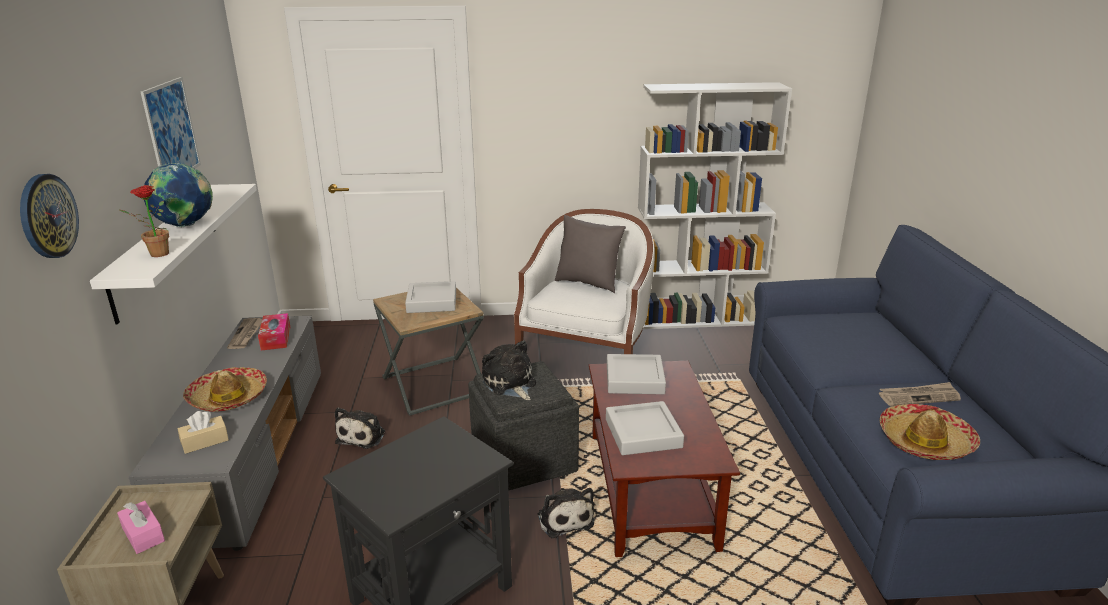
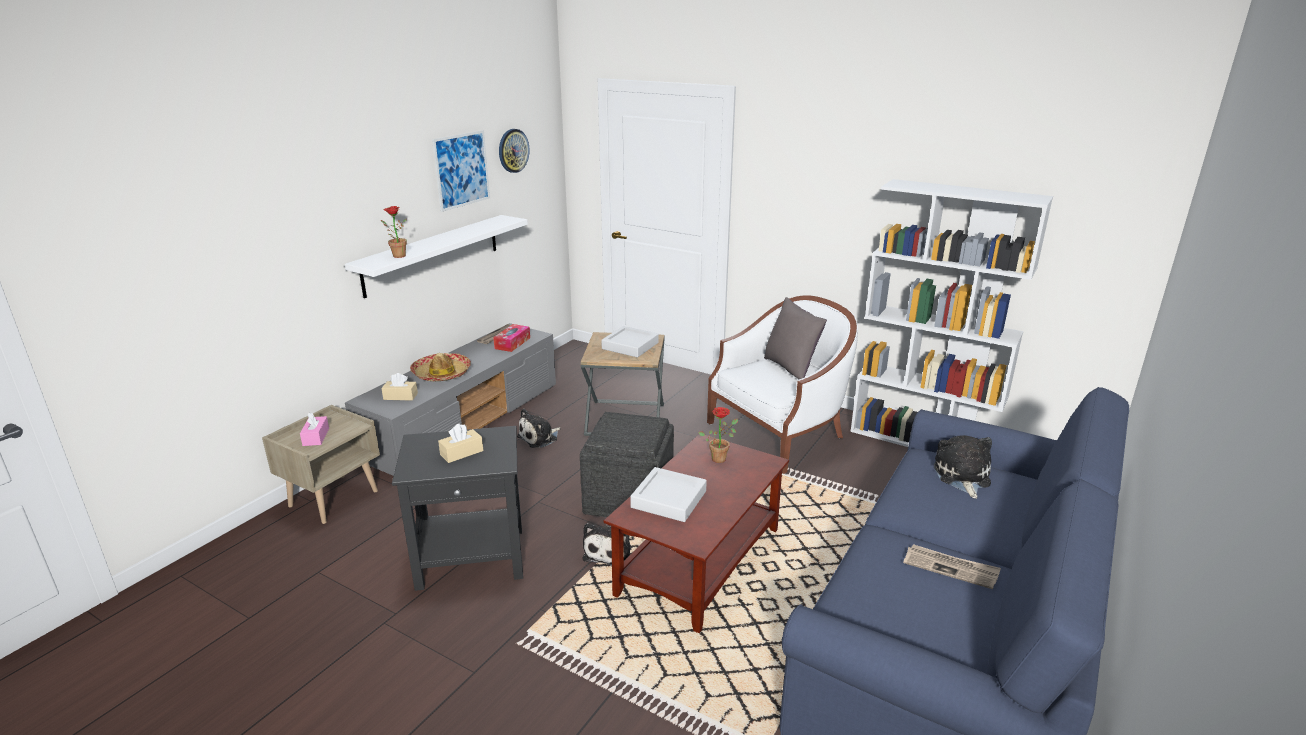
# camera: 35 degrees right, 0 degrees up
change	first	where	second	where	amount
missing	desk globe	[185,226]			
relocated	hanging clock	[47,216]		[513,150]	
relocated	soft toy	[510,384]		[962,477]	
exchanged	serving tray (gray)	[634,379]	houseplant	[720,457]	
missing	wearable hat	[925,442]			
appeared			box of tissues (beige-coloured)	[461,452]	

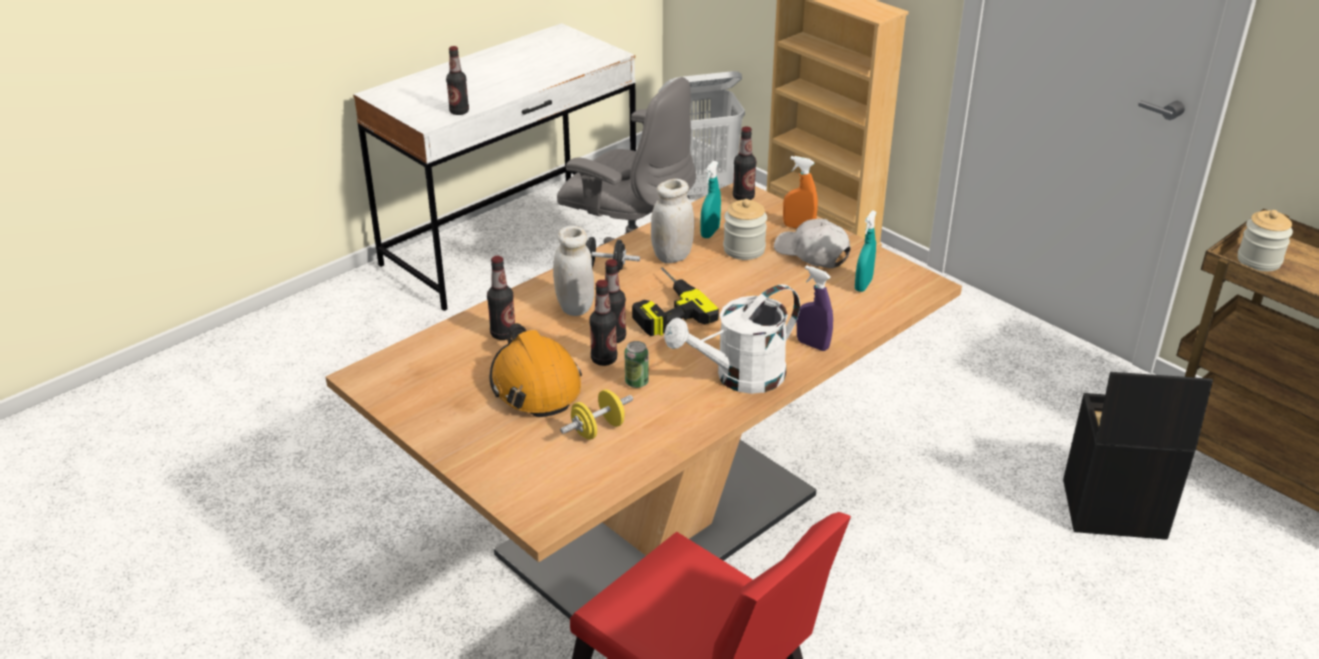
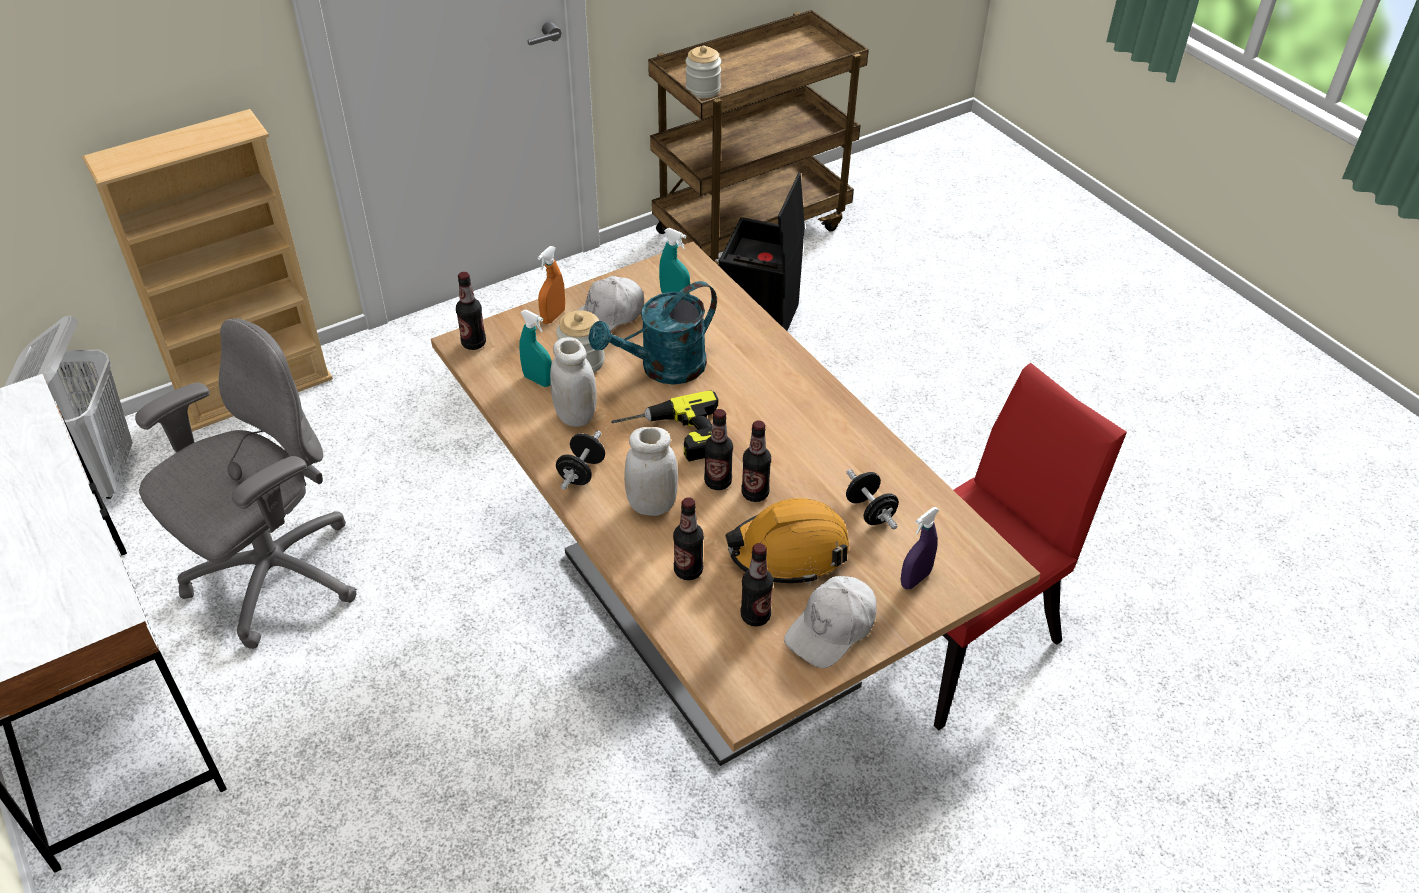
# camera: 80 degrees left, 10 degrees up
change	first	where	second	where	amount
relocated	bottle	[459,111]		[755,616]	
relocated	spray bottle (purple)	[812,345]		[915,579]	
missing	watering can (white-coloured)	[739,378]			
missing	metal can	[636,382]			
colour	free weight (yellowish)	[598,429]	free weight (black-coloured)	[870,511]	
appeared			watering can (blue-green)	[663,369]	
appeared			peaked cap (white-coloured)	[832,629]	

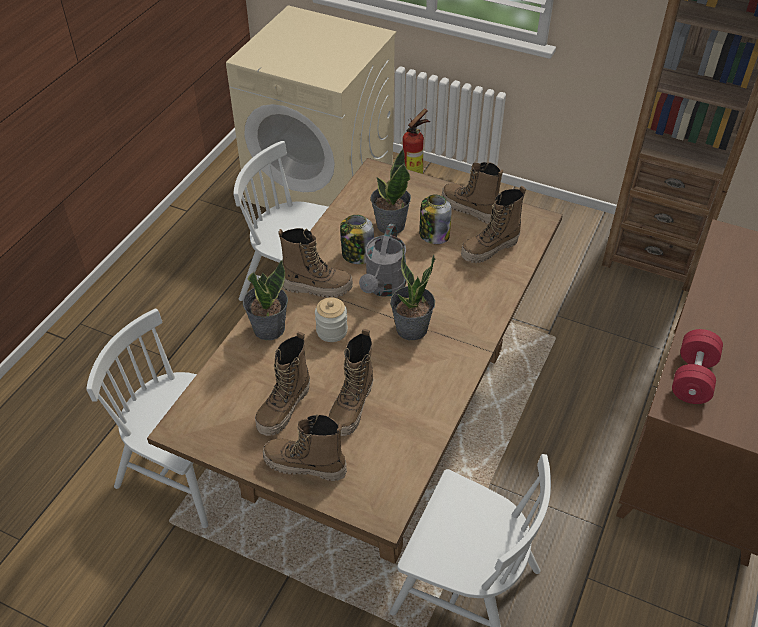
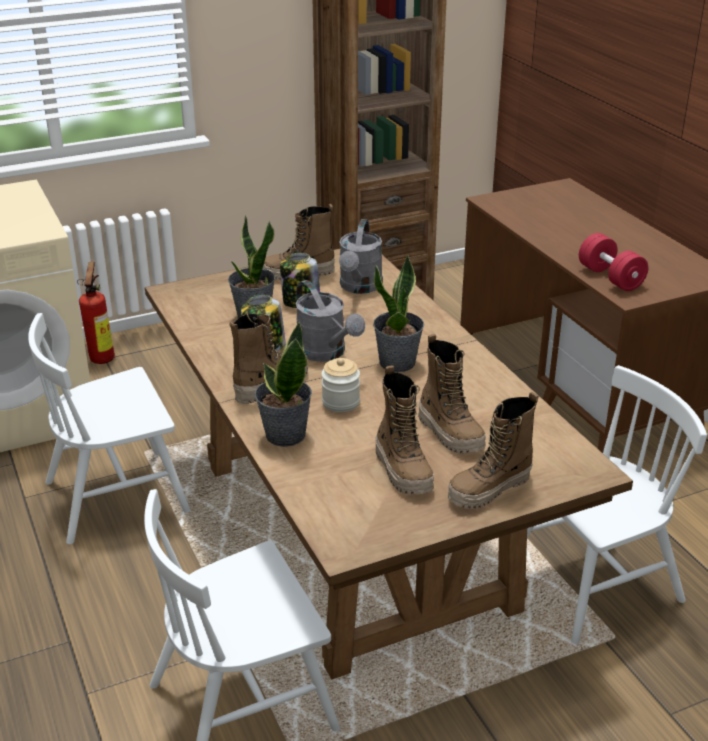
# camera: 50 degrees left, 15 degrees down
change	first	where	second	where	amount
exchanged	tall boot	[490,249]	watering can (gray)	[359,287]	

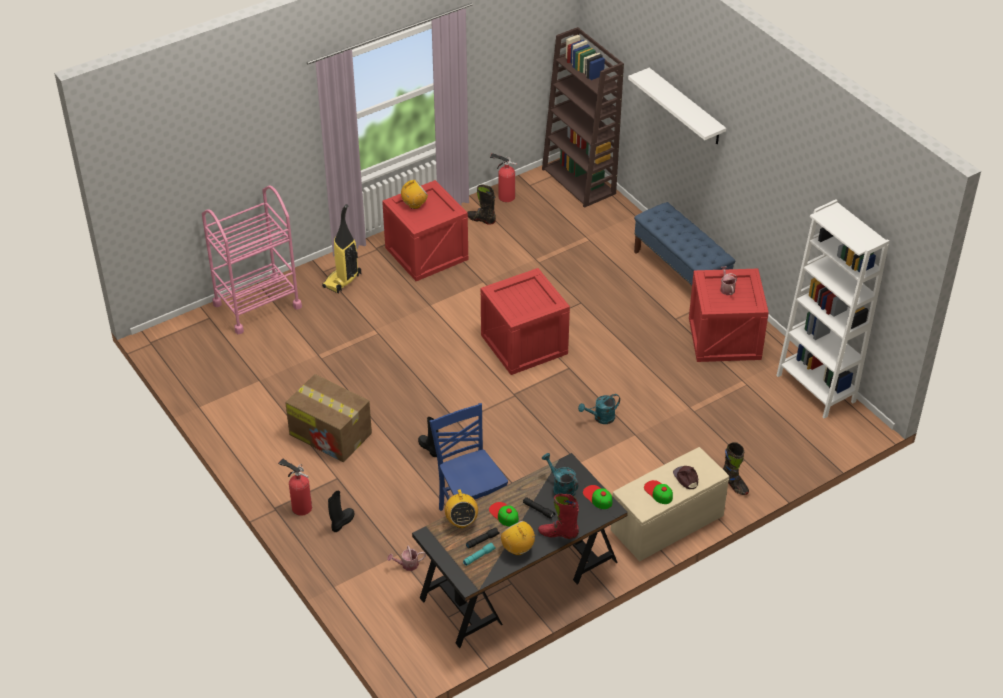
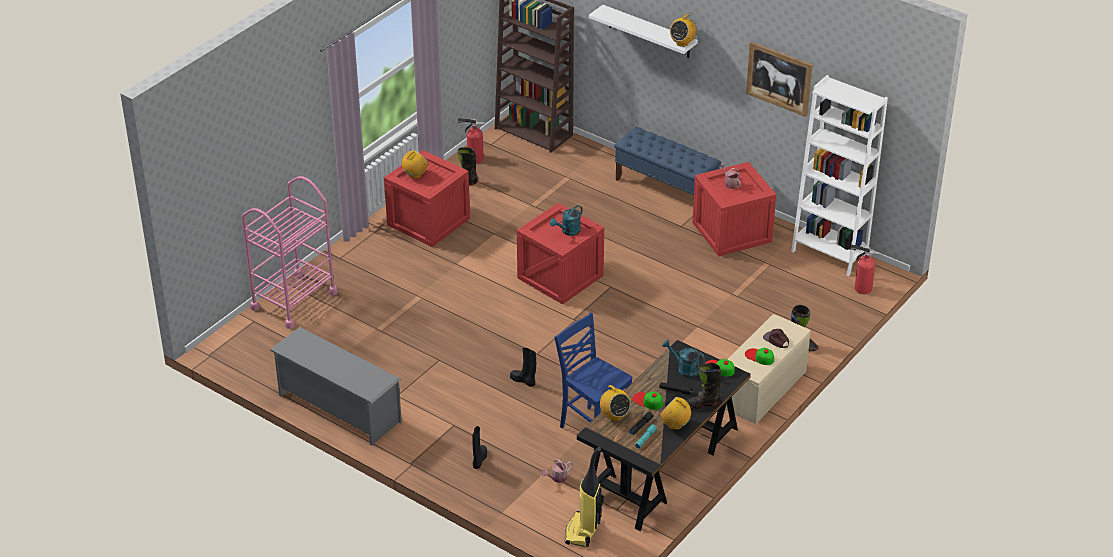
# camera: 20 degrees left, 5 degrees down
change	first	where	second	where	amount
relocated	vacuum	[342,281]		[583,531]	
missing	cardboard box	[331,434]			
relocated	watering can (blue-green)	[601,418]		[568,231]	
relocated	fire-fighting cylinder	[300,506]		[861,288]	
colour	tall boot (red)	[558,533]	tall boot (black-coloured)	[702,404]	
appeared			radio set	[682,43]	
appeared			picture	[779,78]	
appeared			shoe stand (gray)	[338,408]	

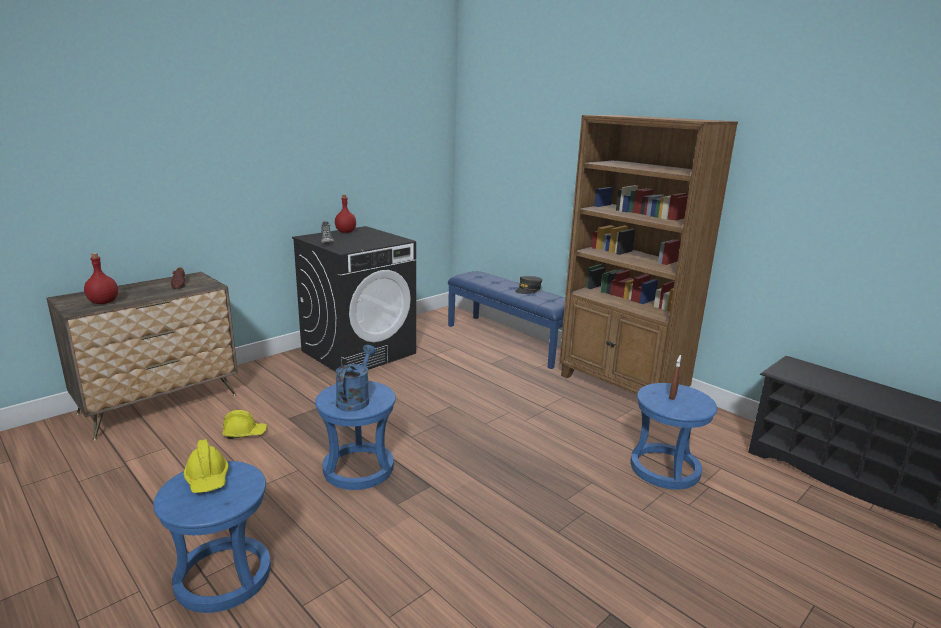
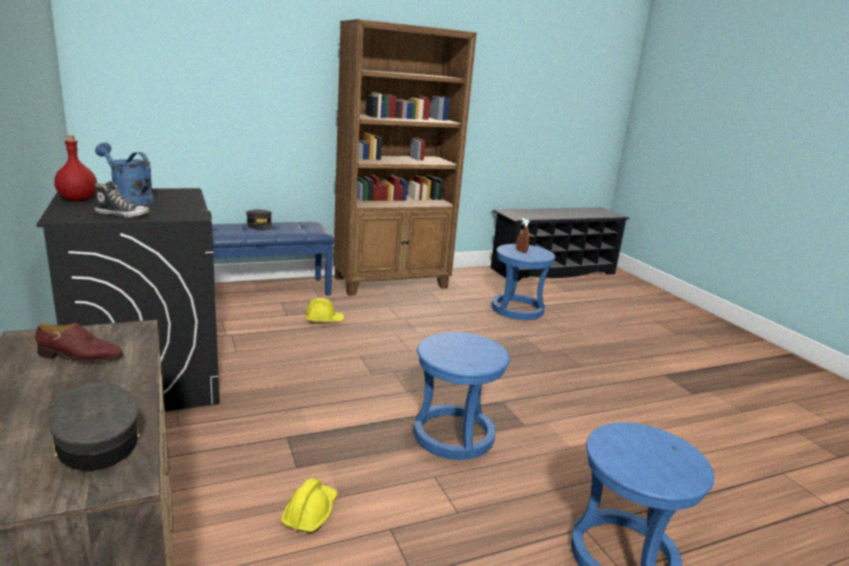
# camera: 70 degrees left, 0 degrees up
change	first	where	second	where	amount
exchanged	bottle (red)	[103,302]	peaked cap (gray)	[96,442]	
relocated	watering can (blue-coloured)	[355,399]		[128,199]	
relocated	safety helmet (yellowish)	[207,478]		[324,320]	

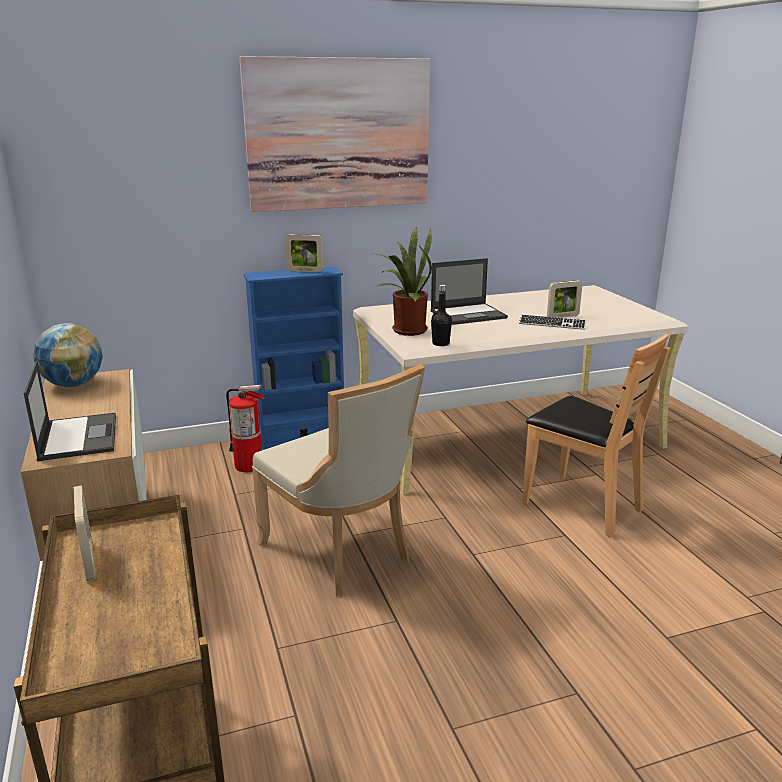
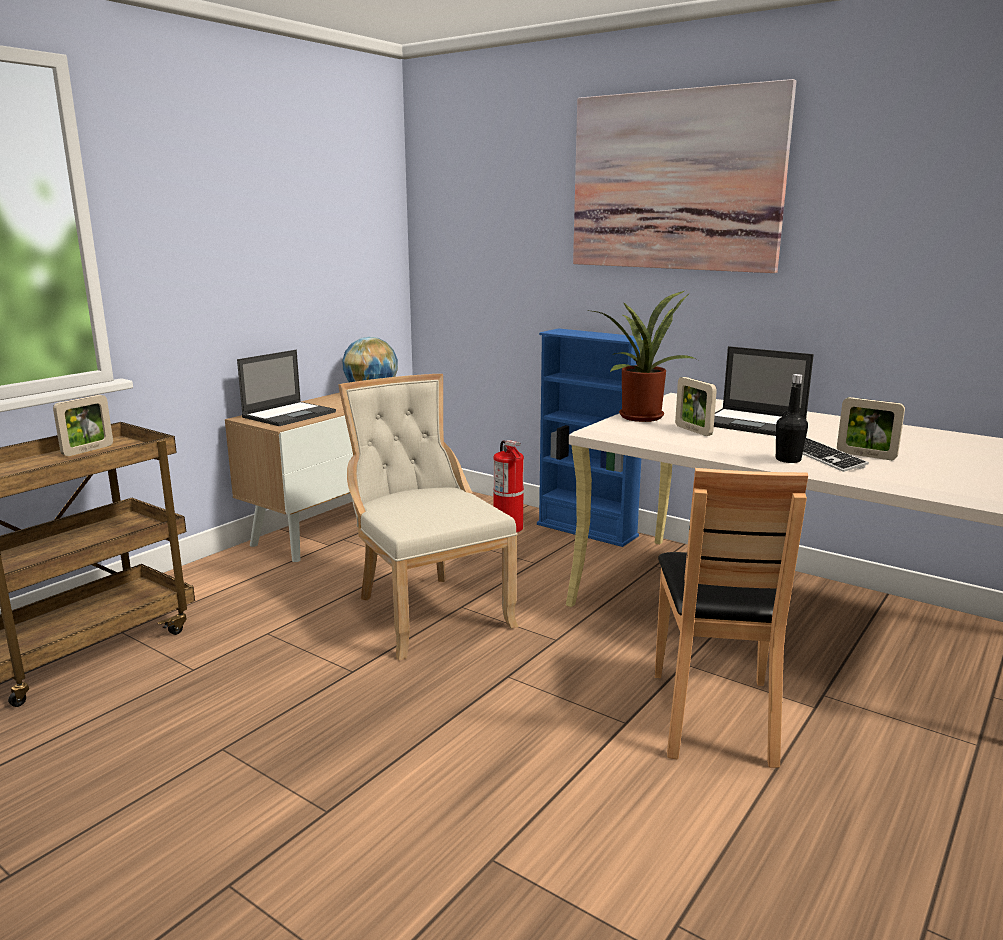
# camera: 55 degrees right, 5 degrees down
change	first	where	second	where	amount
relocated	standing frame	[305,271]		[693,430]	
relocated	bottle (black-coloured)	[440,343]		[788,460]	
spun	upright chair (beige-coloured)	[341,552]		[427,611]	135 degrees clockwise

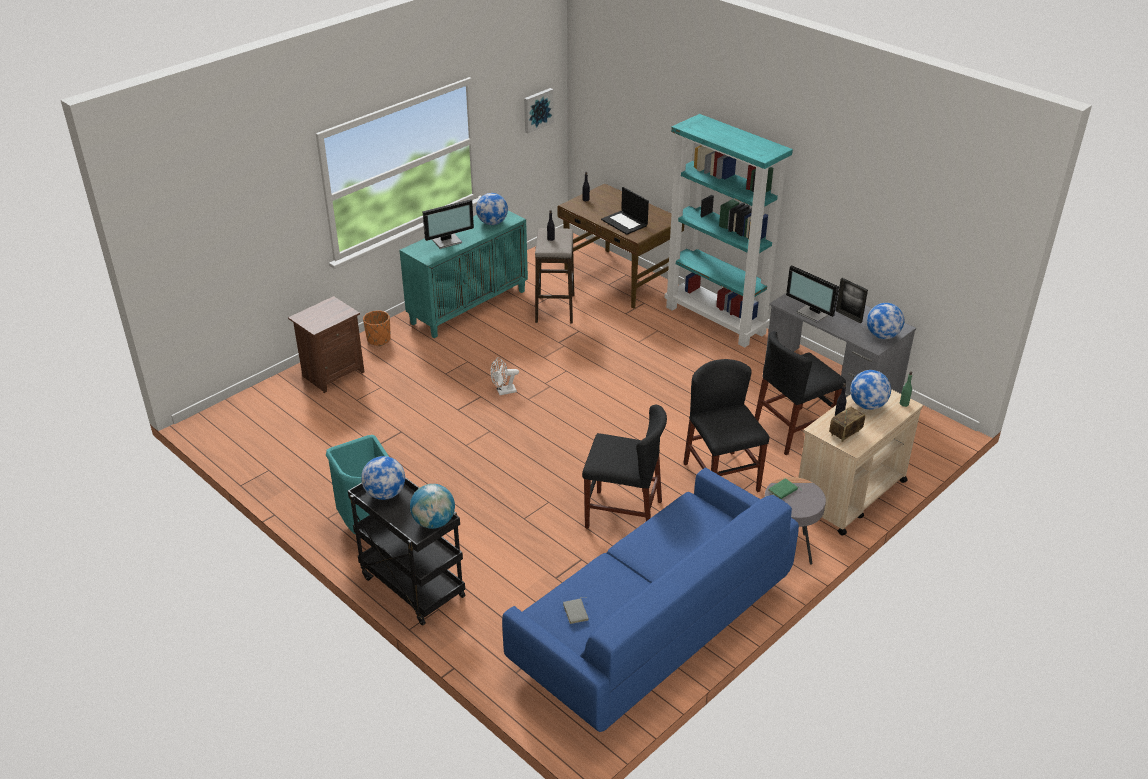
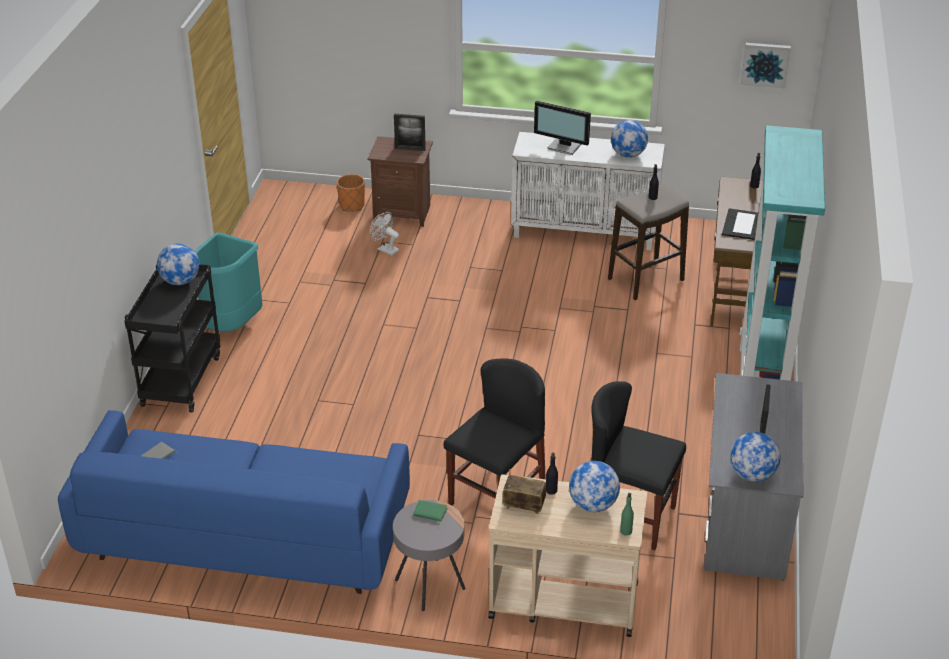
# camera: 55 degrees right, 0 degrees up
change	first	where	second	where	amount
colour	storage cabinet (blue-green)	[468,306]	storage cabinet (white-coloured)	[585,232]	
missing	monitor	[814,313]			
relocated	planter (orange)	[378,340]		[351,205]	
relocated	cooling fan (white-coloured)	[503,392]		[385,249]	
missing	upright chair (black-coloured)	[623,514]			
missing	desk globe	[434,522]			
appeared			standing frame	[410,149]	

